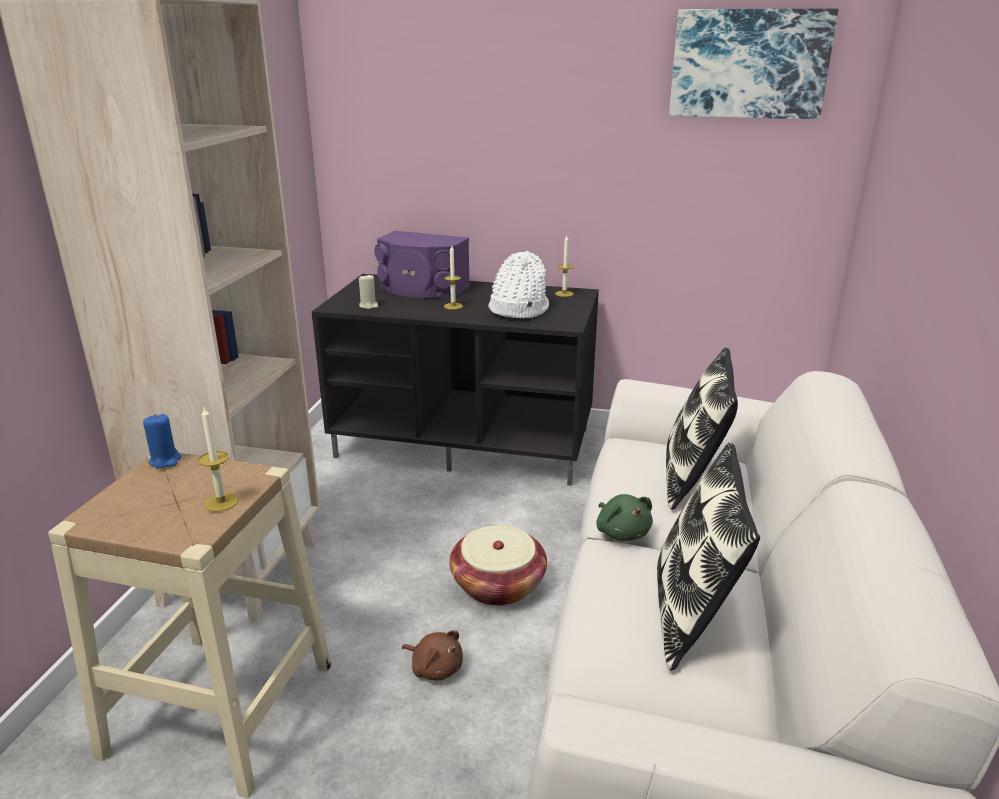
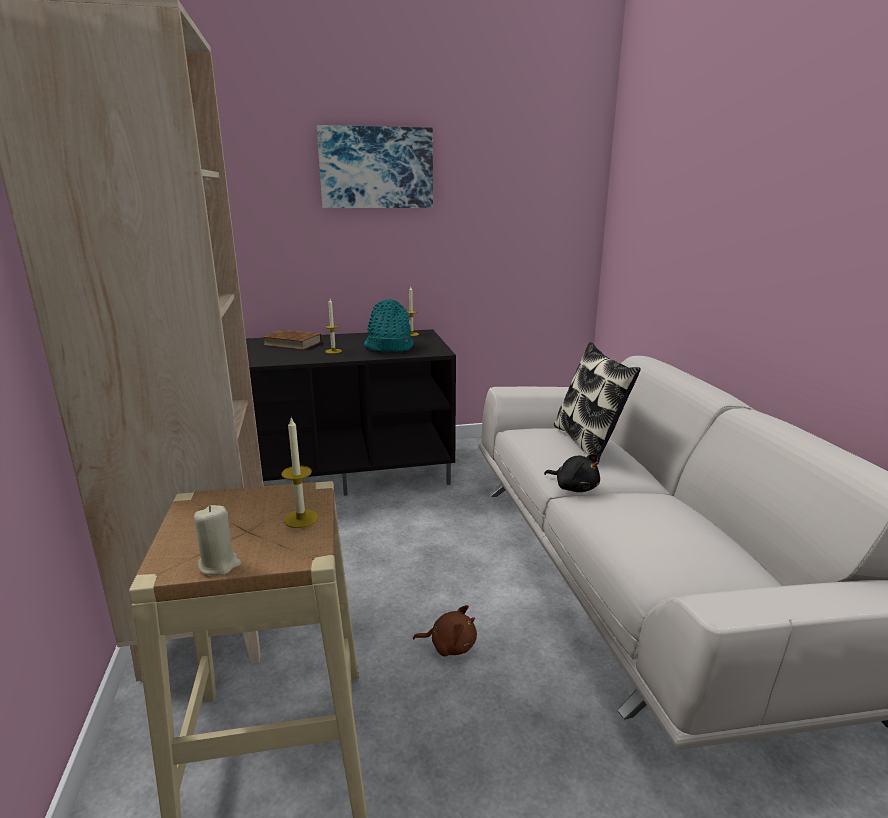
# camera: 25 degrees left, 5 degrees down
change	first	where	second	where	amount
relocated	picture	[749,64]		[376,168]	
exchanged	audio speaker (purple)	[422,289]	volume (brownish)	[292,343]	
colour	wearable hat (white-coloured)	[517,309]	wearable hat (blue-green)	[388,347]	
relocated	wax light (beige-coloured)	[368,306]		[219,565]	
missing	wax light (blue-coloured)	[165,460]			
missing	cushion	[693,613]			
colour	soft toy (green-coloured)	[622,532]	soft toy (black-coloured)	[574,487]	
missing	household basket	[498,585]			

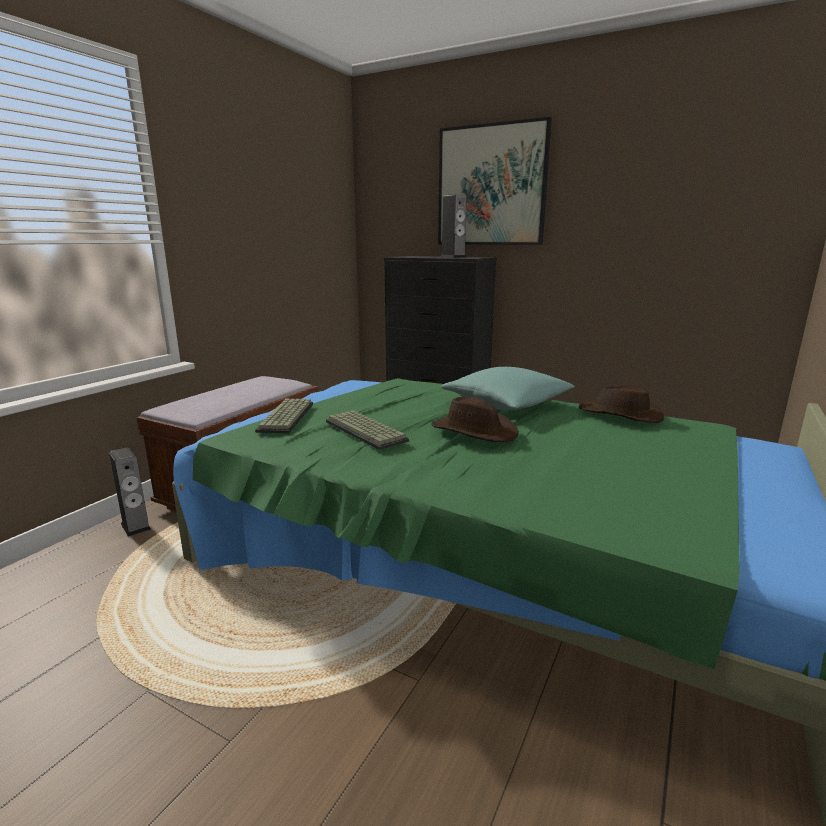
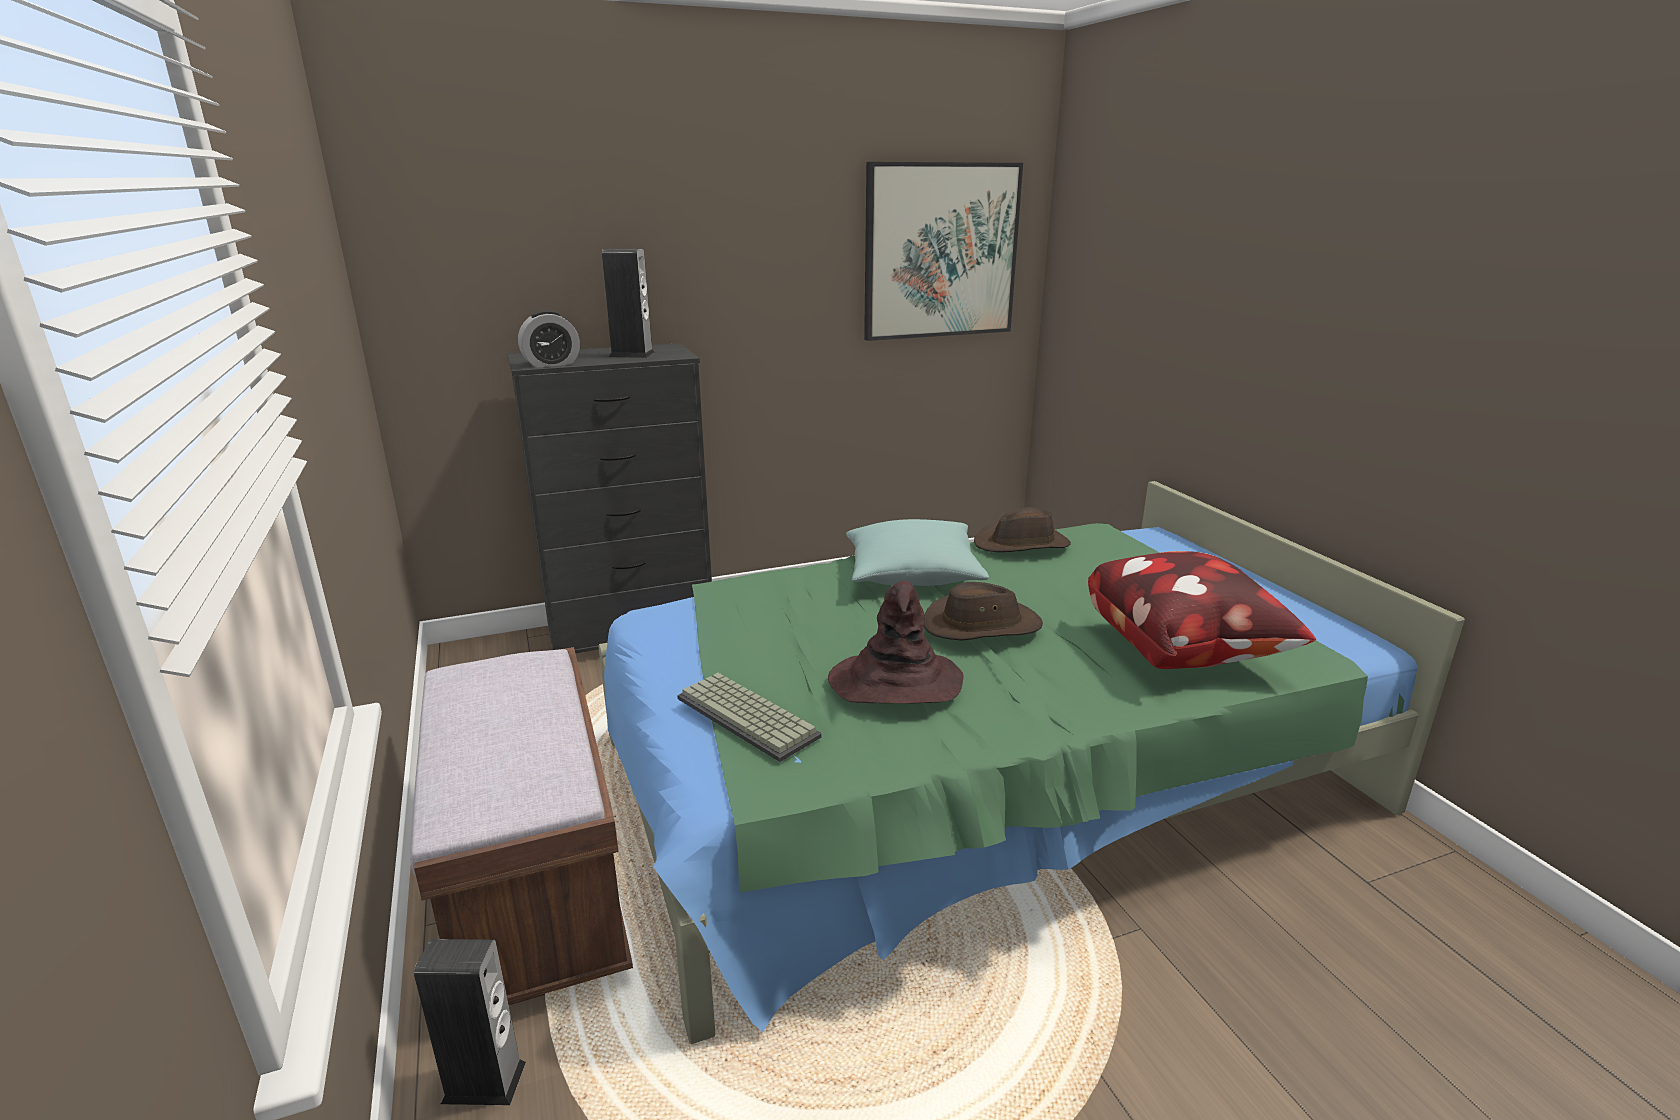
# camera: 50 degrees left, 5 degrees up
change	first	where	second	where	amount
relocated	picture	[491,186]		[940,251]	
exchanged	computer keyboard	[367,431]	wearable hat (brownish)	[896,682]	
appeared			alarm clock	[551,364]	
appeared			cushion	[1183,650]	

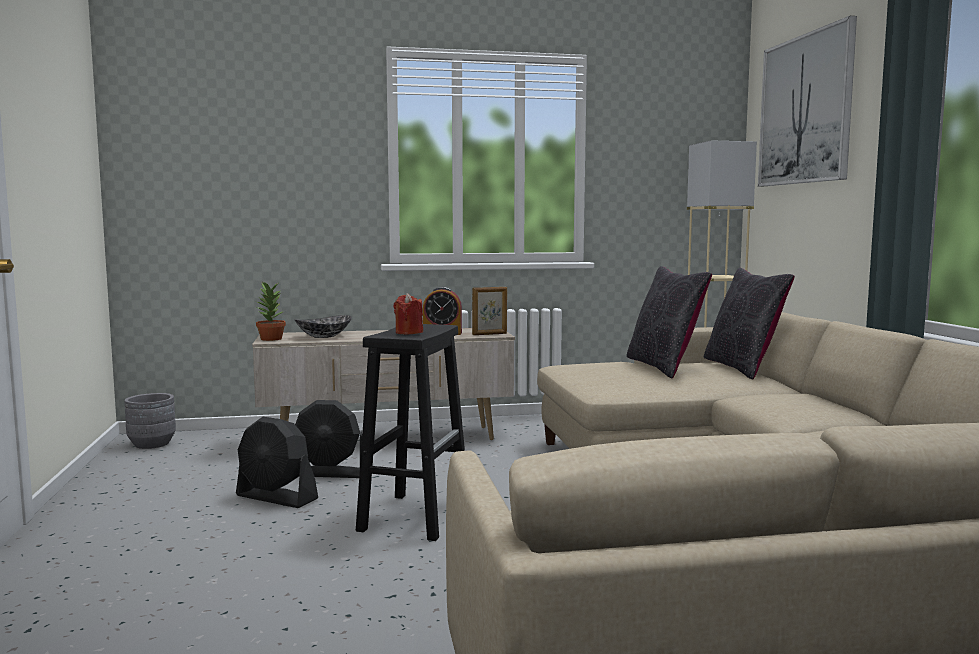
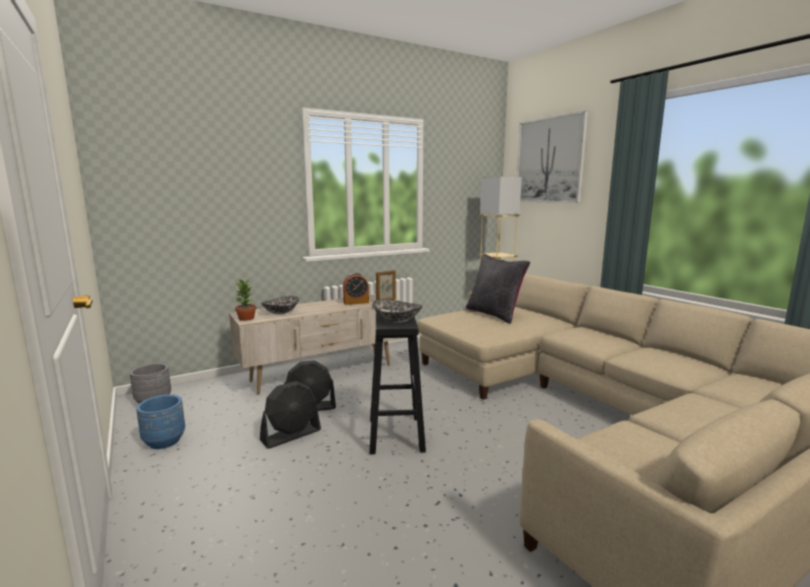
# camera: 20 degrees left, 5 degrees up
change	first	where	second	where	amount
missing	cushion (black-coloured)	[743,368]			
exchanged	wax light (red)	[409,332]	bowl	[397,320]	
spun	cooling fan (black-coloured)	[276,497]		[291,435]	45 degrees counterclockwise
appeared			planter (blue-coloured)	[164,441]	

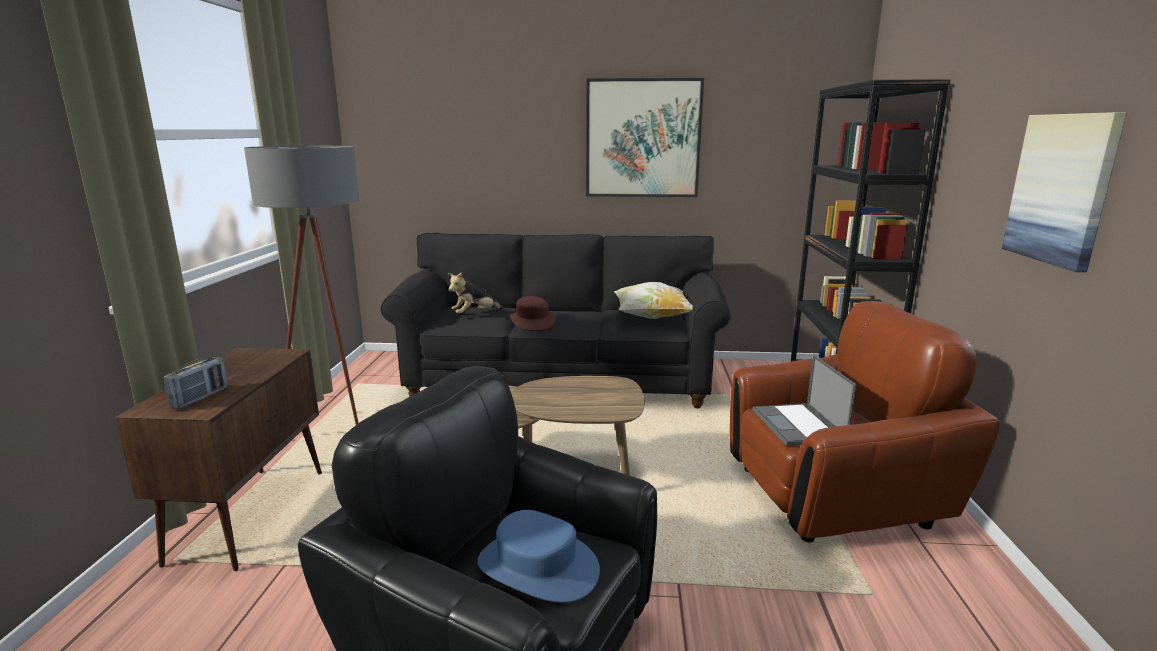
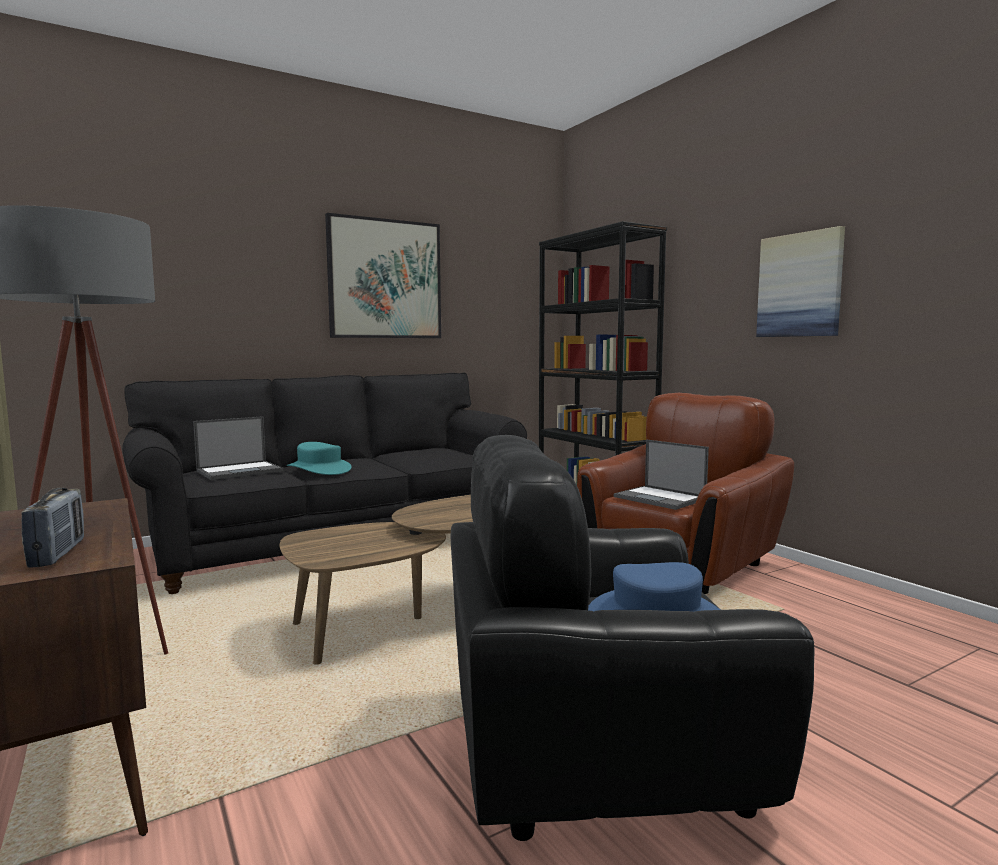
# camera: 35 degrees left, 10 degrees down
change	first	where	second	where	amount
exchanged	soft toy	[475,314]	notebook computer	[240,471]	
missing	cushion	[652,318]			
colour	wearable hat (brownish)	[532,321]	wearable hat (blue-green)	[319,469]	

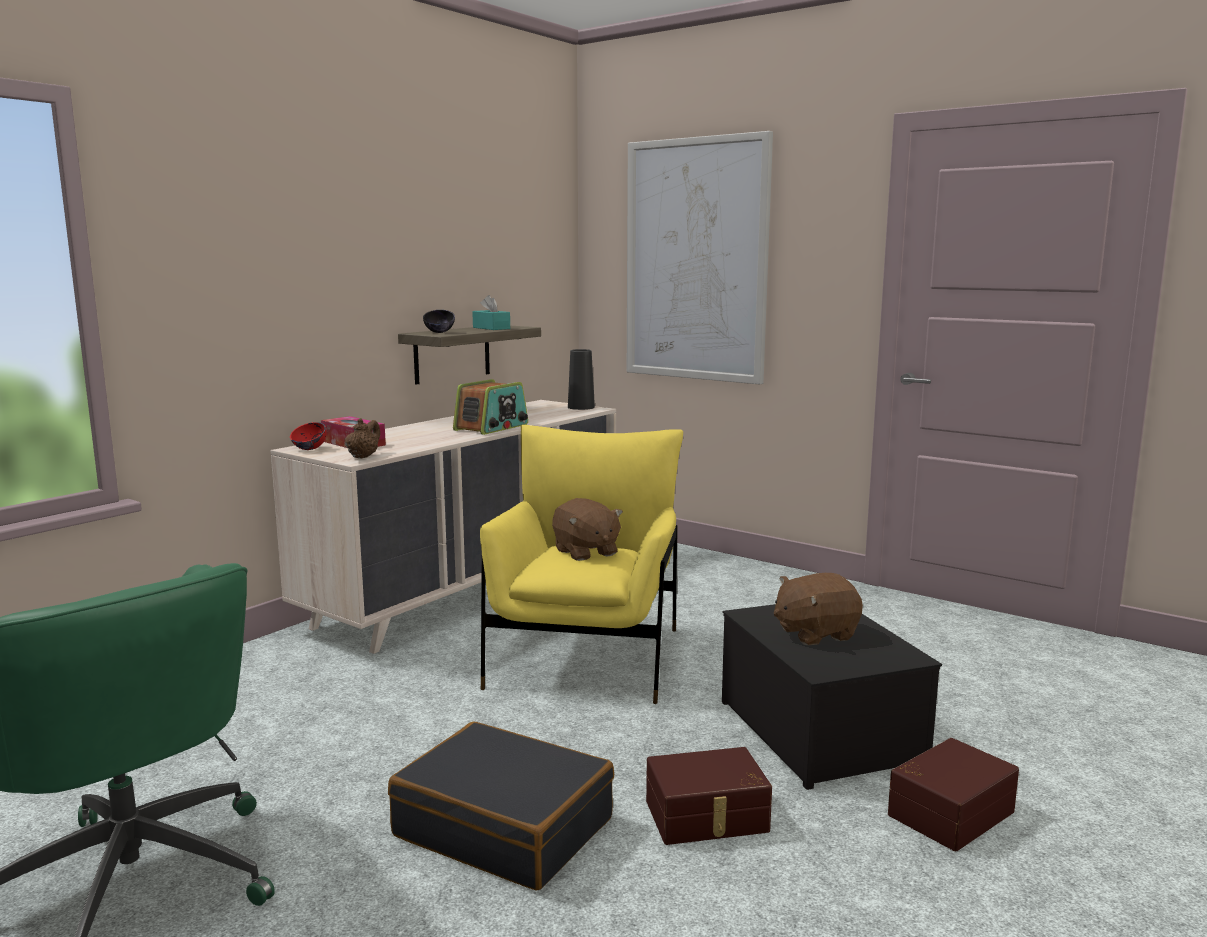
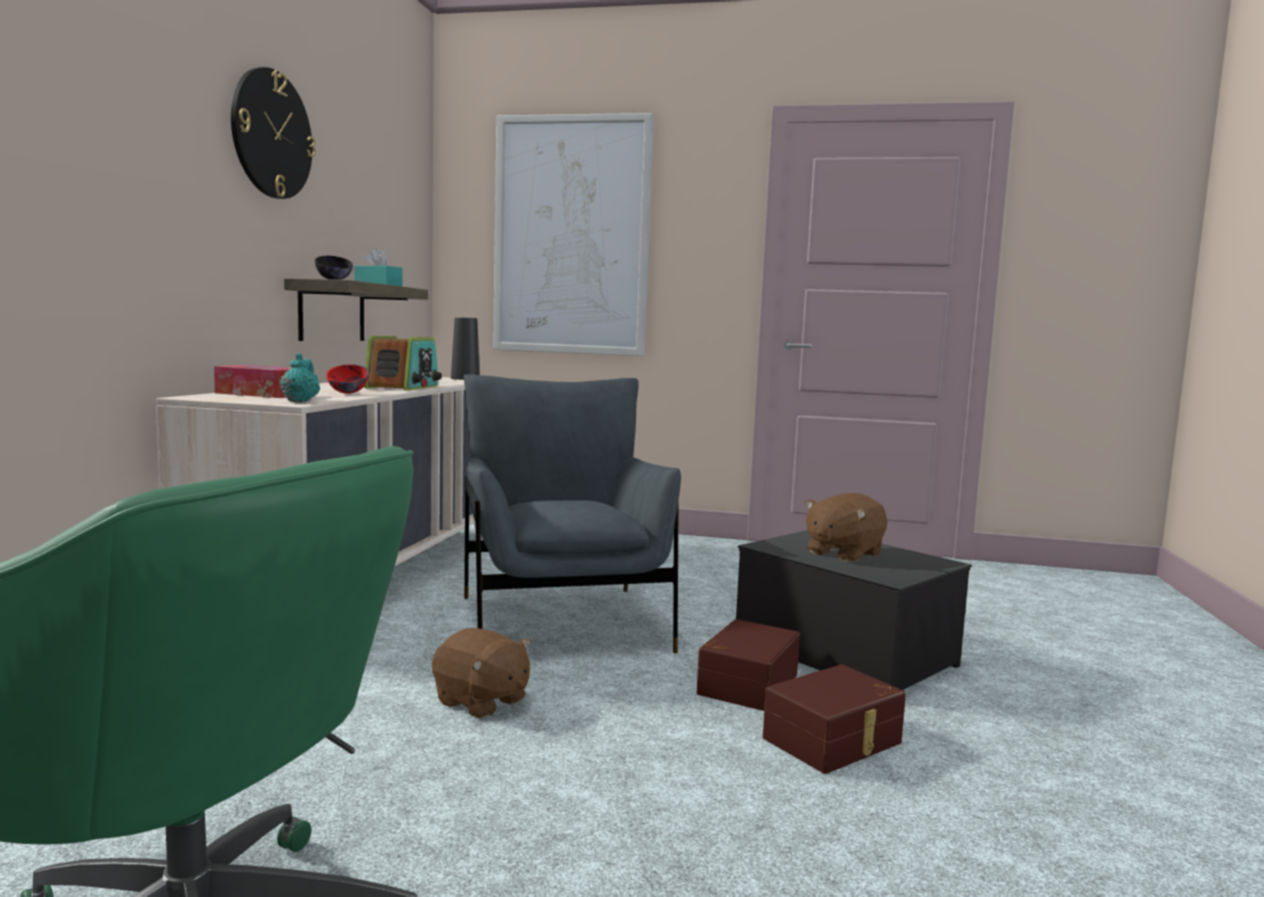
# camera: 25 degrees left, 5 degrees down
change	first	where	second	where	amount
colour	tea pot (brownish)	[363,456]	tea pot (blue-green)	[300,401]	
relocated	bowl (red)	[309,449]		[347,393]	
colour	armchair (yellowish)	[586,657]	armchair (gray)	[562,622]	
relocated	soft toy (brownish)	[585,552]		[481,702]	
missing	piece of luggage (black-coloured)	[504,827]			
relocated	storage bin (brownish)	[948,812]		[745,684]	
appeared			hanging clock	[271,134]	

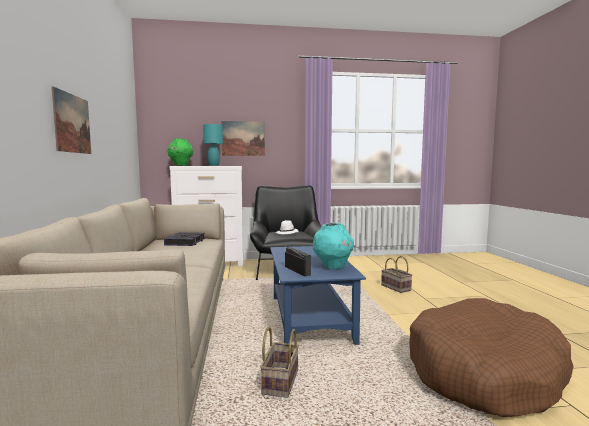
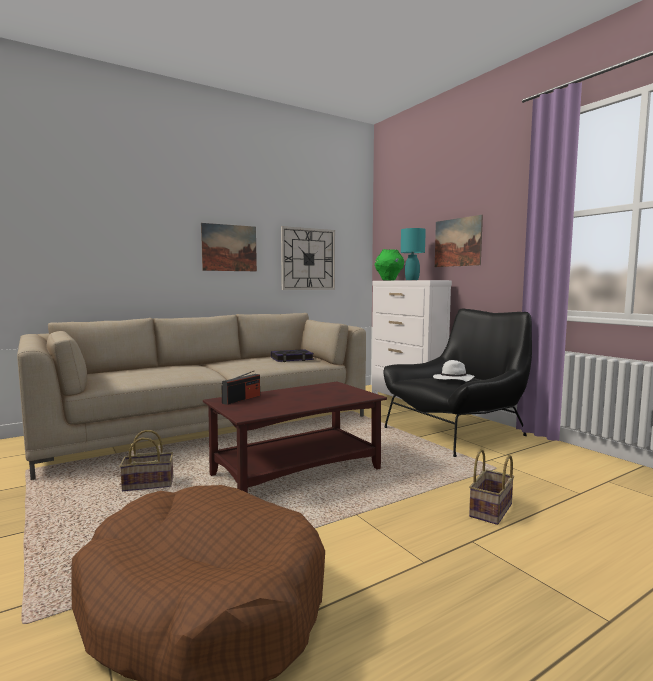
# camera: 65 degrees right, 0 degrees up
change	first	where	second	where	amount
missing	vase (blue-green)	[333,267]			
colour	low table (blue-coloured)	[309,318]	low table (brownish)	[297,472]	
appeared			hanging clock	[308,259]	

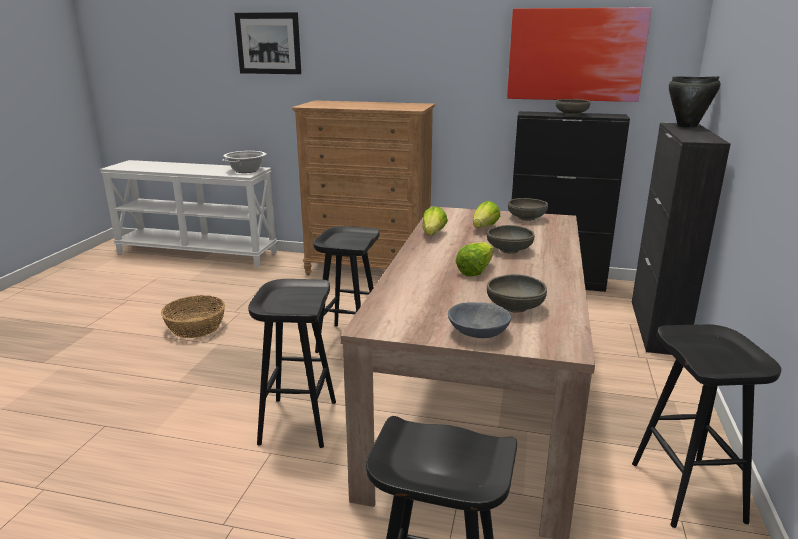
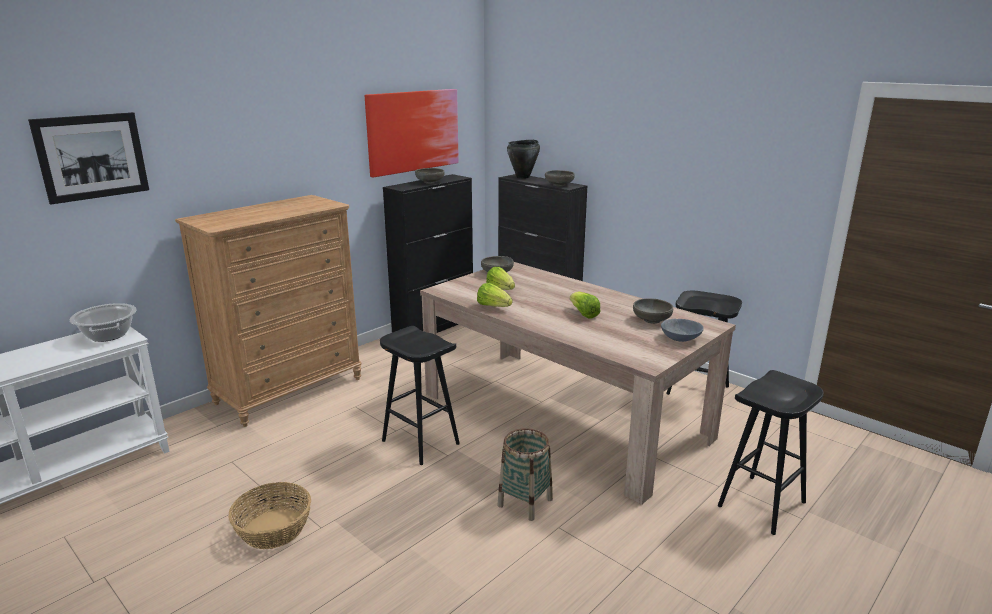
# camera: 60 degrees left, 0 degrees up
change	first	where	second	where	amount
relocated	bowl (gray)	[509,250]		[559,185]	
exchanged	stool seat (black-coloured)	[297,421]	household basket	[525,502]	

